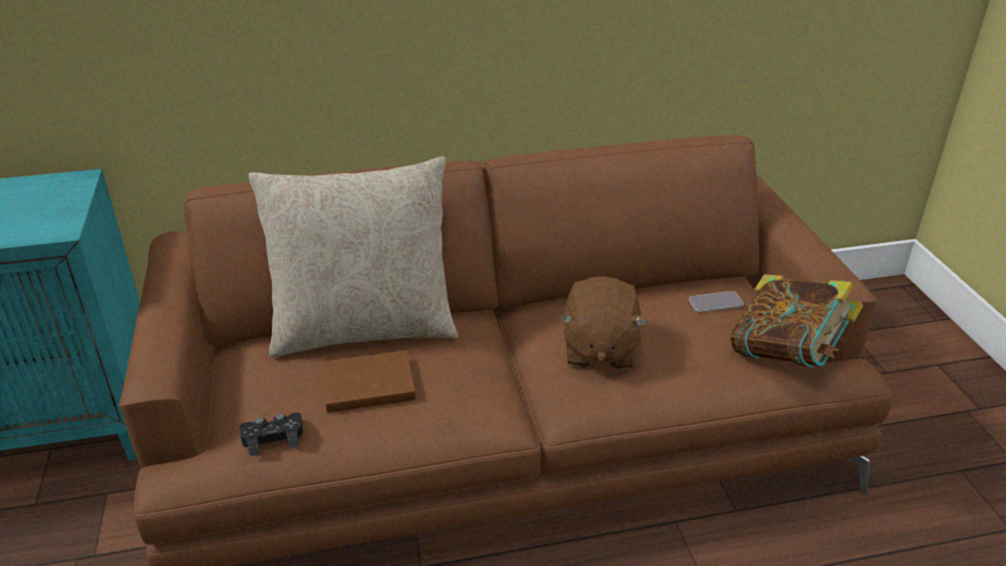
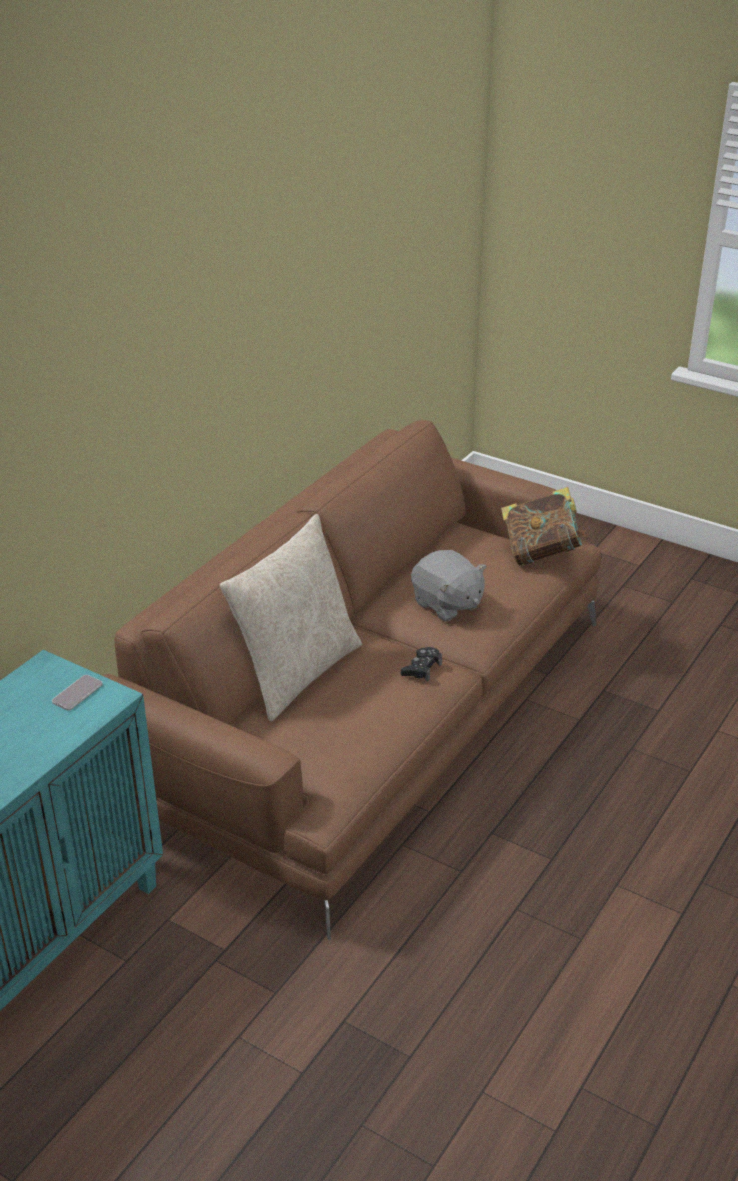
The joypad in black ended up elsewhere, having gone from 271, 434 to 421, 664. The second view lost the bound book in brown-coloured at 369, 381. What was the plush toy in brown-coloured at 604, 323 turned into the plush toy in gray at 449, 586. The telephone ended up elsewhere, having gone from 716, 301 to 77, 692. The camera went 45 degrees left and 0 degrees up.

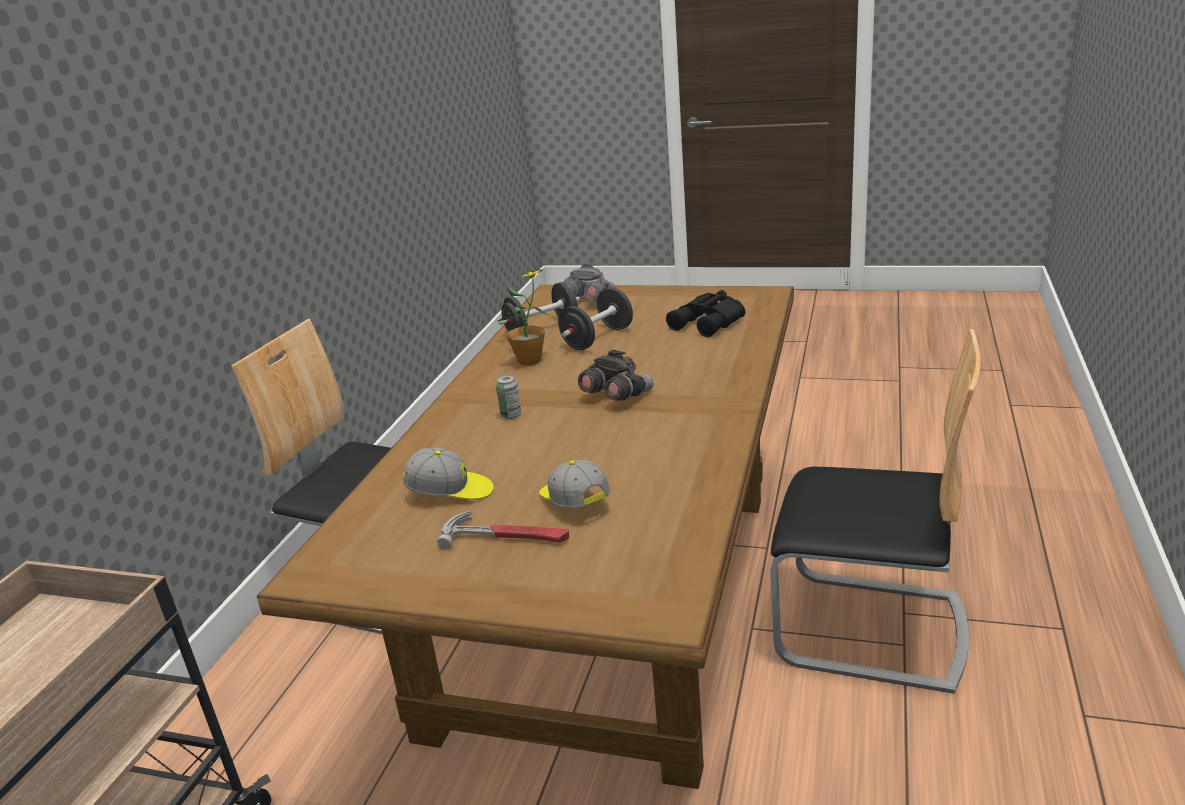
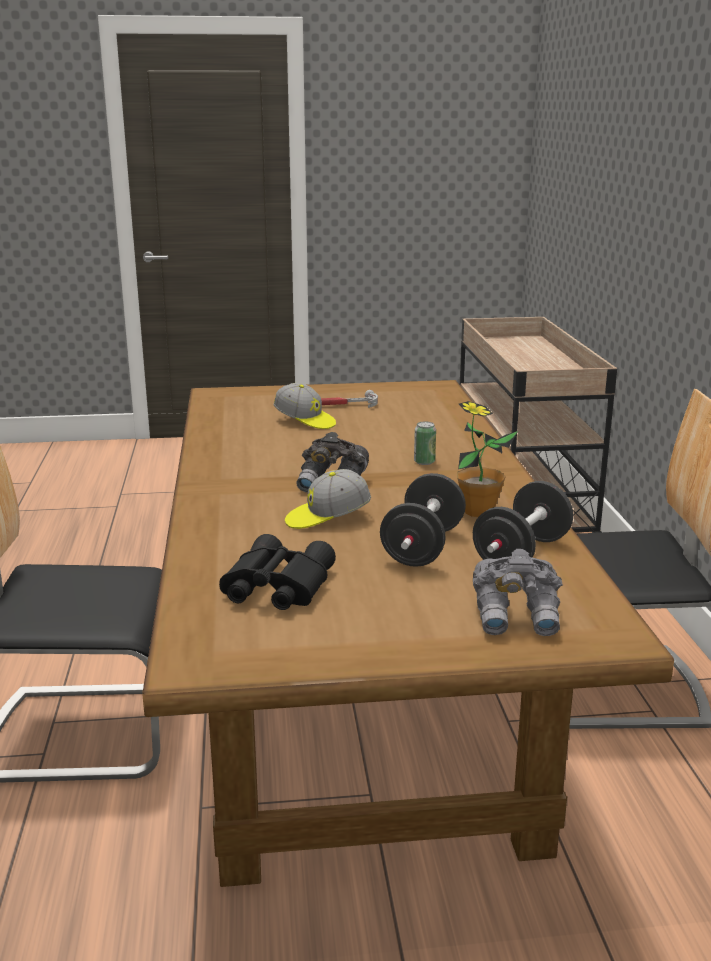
The cap ended up elsewhere, having gone from 448, 474 to 328, 499. The camera went 155 degrees right and 5 degrees down.

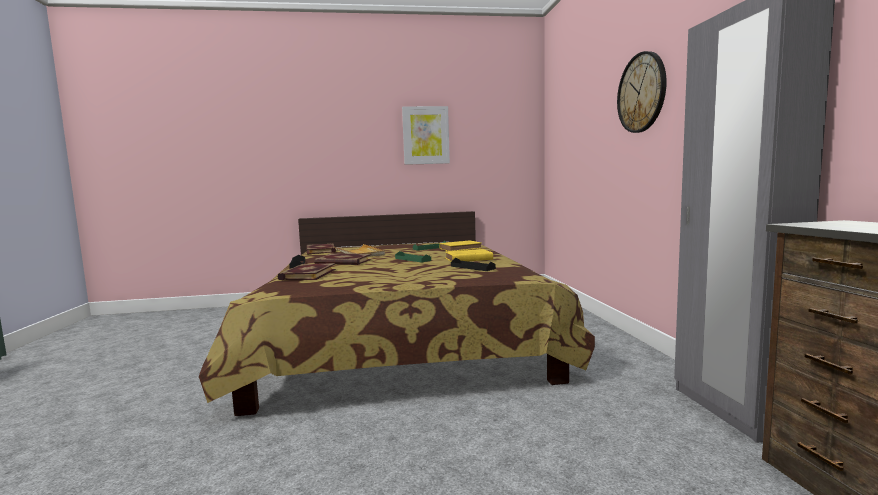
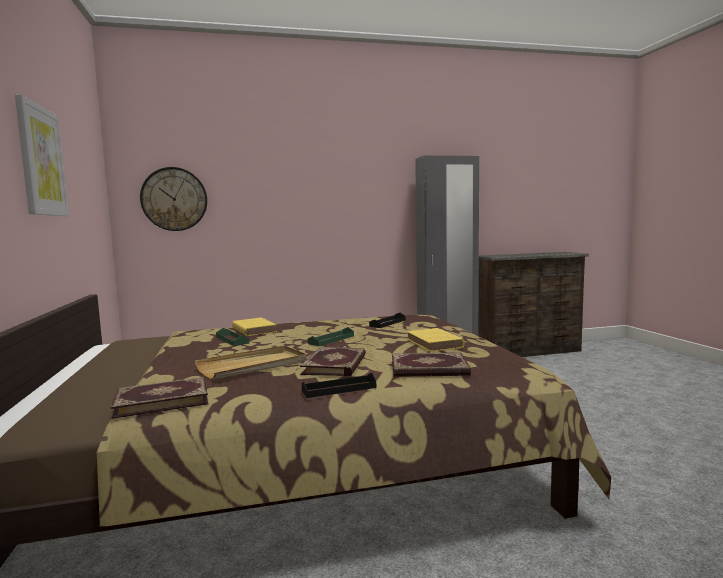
The bound book in yellow ended up elsewhere, having gone from 469, 255 to 436, 340. The wall clock ended up elsewhere, having gone from 642, 92 to 173, 199. The camera went 95 degrees left and 0 degrees up.

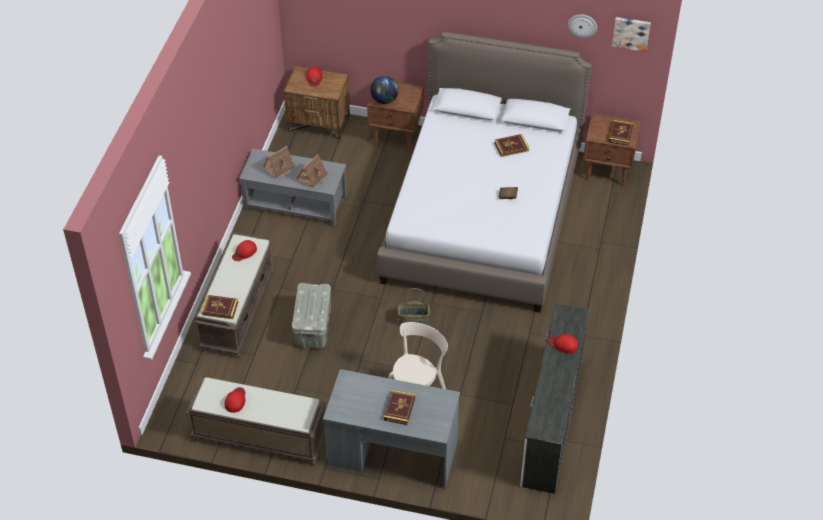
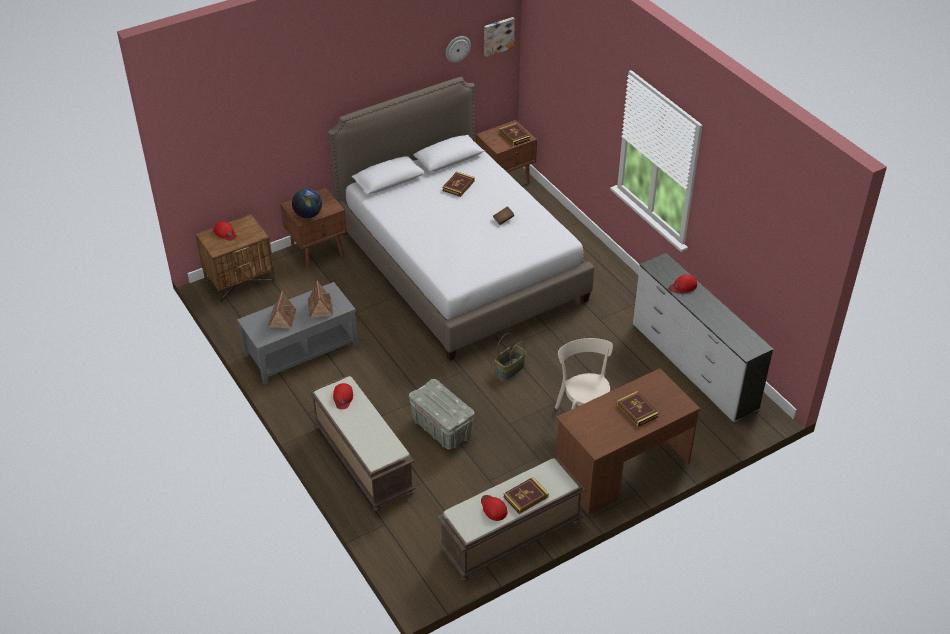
The bound book ended up elsewhere, having gone from 219, 307 to 526, 495. What was the desk unit in gray at 391, 429 turned into the desk unit in brown-coloured at 628, 441. The camera went 45 degrees left and 5 degrees down.

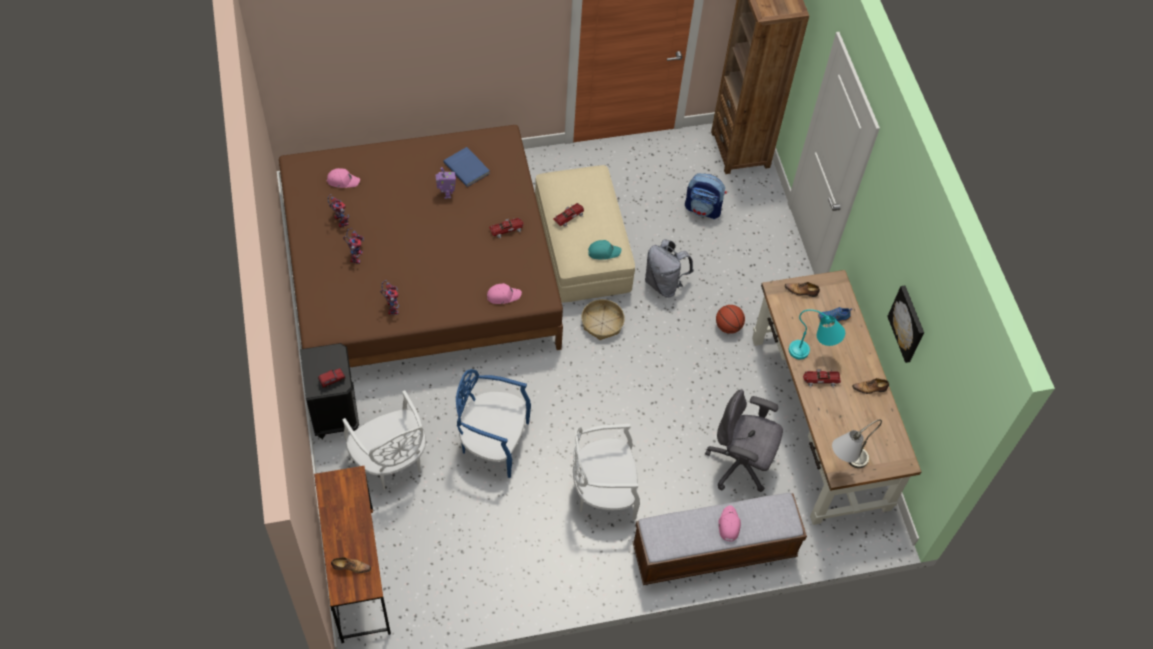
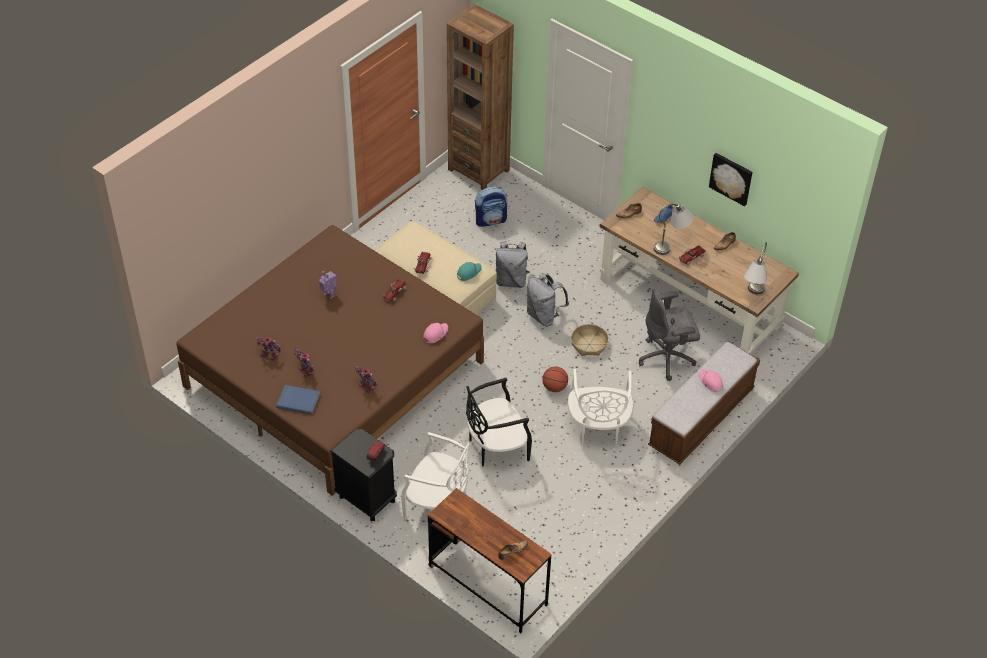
The second view lost the cap in pink at 343, 178. The bound book in blue ended up elsewhere, having gone from 467, 167 to 298, 399. What was the chair in blue at 493, 423 turned into the chair in black at 499, 422. The chair in whitish at 606, 472 ended up facing another way, 45 degrees counterclockwise from before. The household basket ended up elsewhere, having gone from 603, 319 to 590, 340. The basketball ball ended up elsewhere, having gone from 730, 319 to 555, 379. What was the table lamp in blue-green at 817, 334 turned into the table lamp in gray at 673, 229. The second view gained the backpack in gray at 548, 299. The camera went 35 degrees left and 10 degrees down.

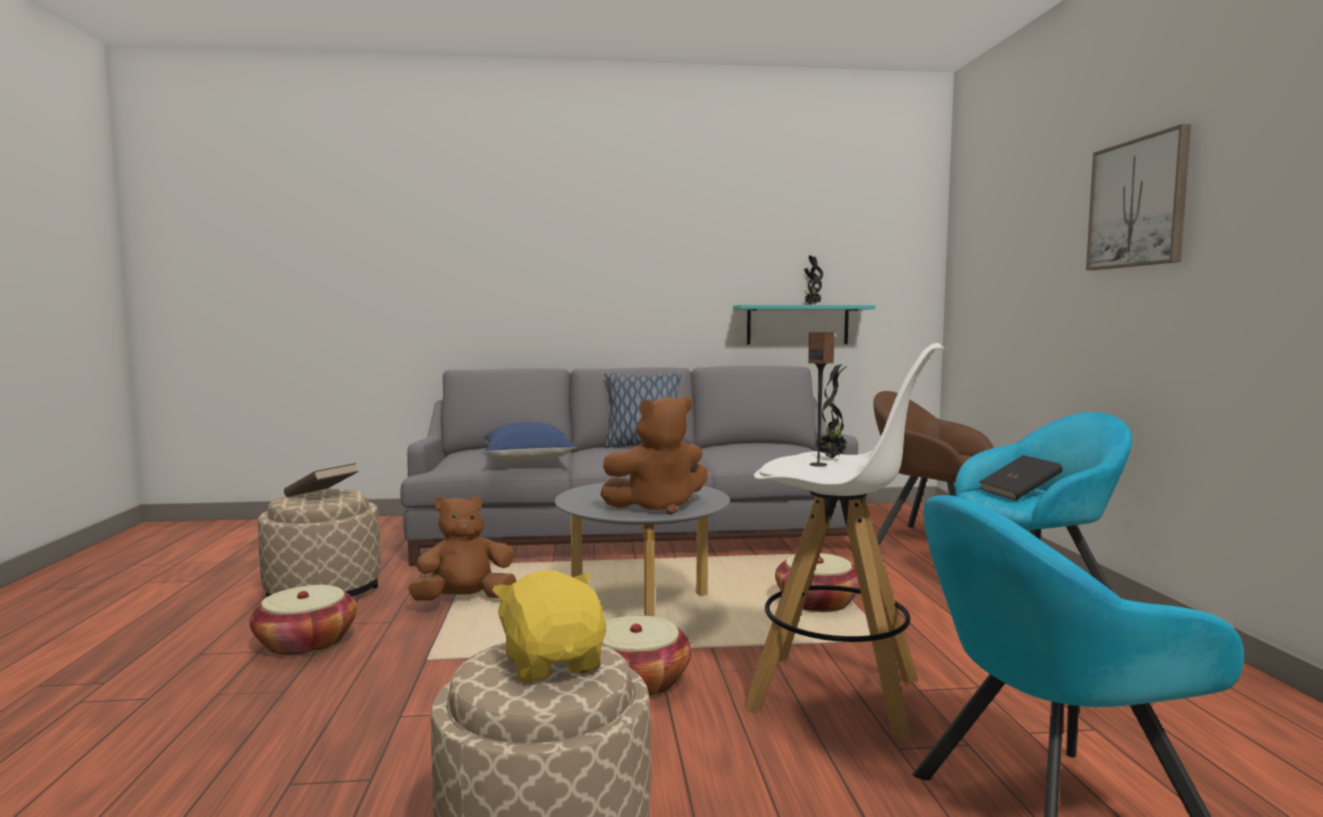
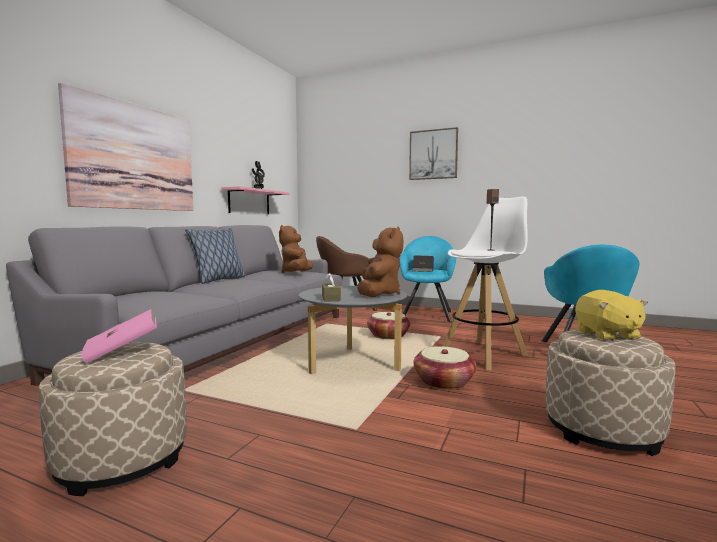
The second view lost the household basket at 303, 620. What was the bound book in brown-coloured at 321, 480 turned into the bound book in pink at 118, 336. The plush toy in brown-coloured ended up elsewhere, having gone from 462, 548 to 296, 249. The second view lost the cushion in blue at 529, 442. The plush toy in yellow at 549, 627 ended up facing another way, 105 degrees counterclockwise from before. What was the bracket shelf in blue-green at 804, 325 turned into the bracket shelf in pink at 255, 200. The second view lost the potted plant at 831, 411. The second view gained the wall art at 125, 147. The second view gained the tissue box in brown-coloured at 331, 287. The camera went 60 degrees left and 0 degrees up.

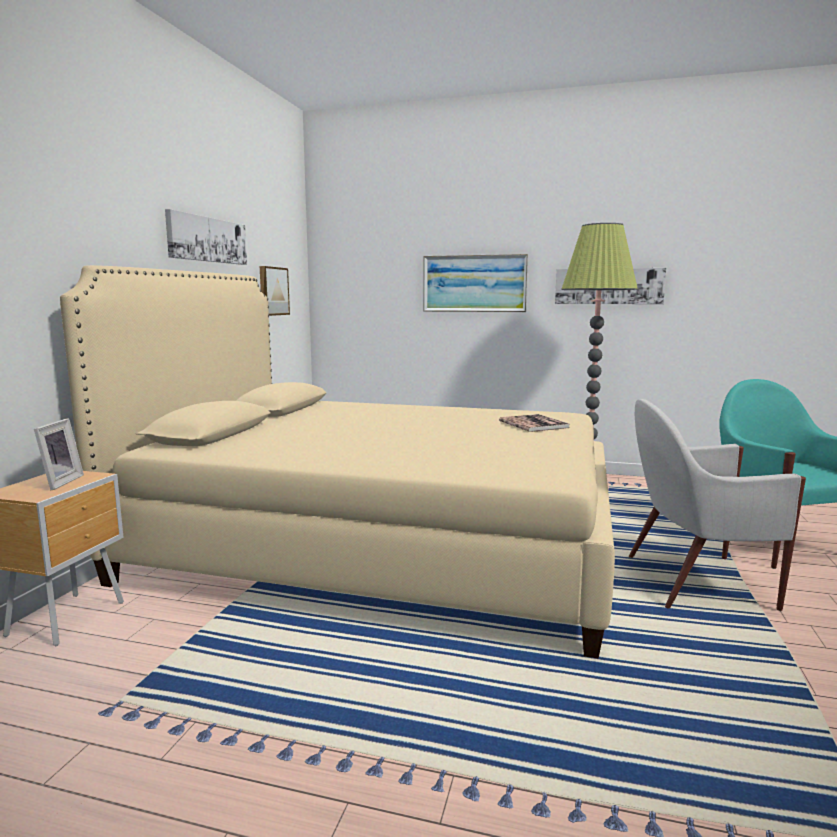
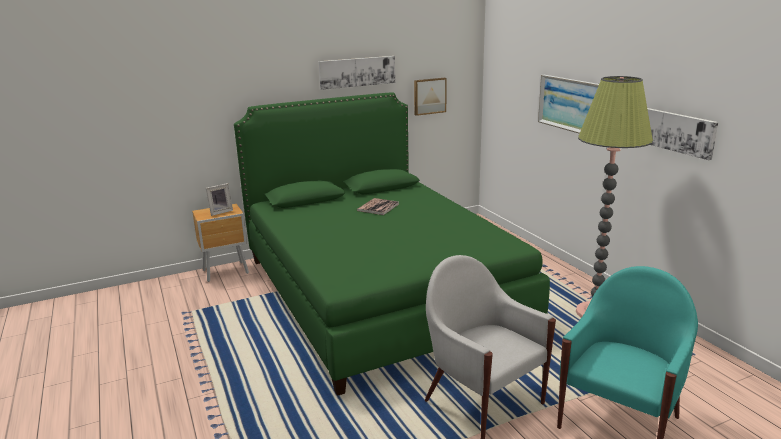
What was the bed in sand-coloured at 337, 461 turned into the bed in greenish at 392, 244. The bound book ended up elsewhere, having gone from 534, 423 to 378, 206. The camera went 50 degrees right and 10 degrees up.

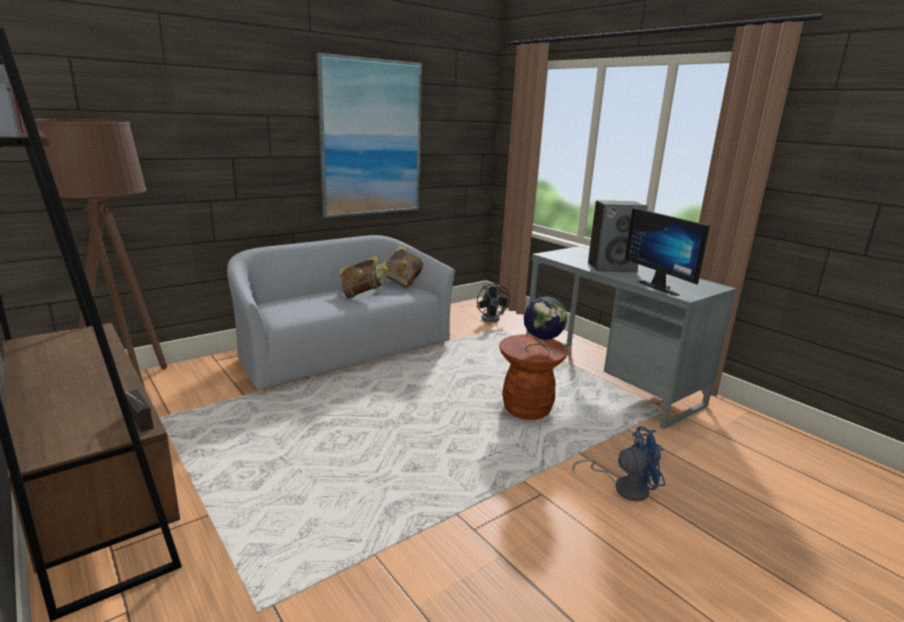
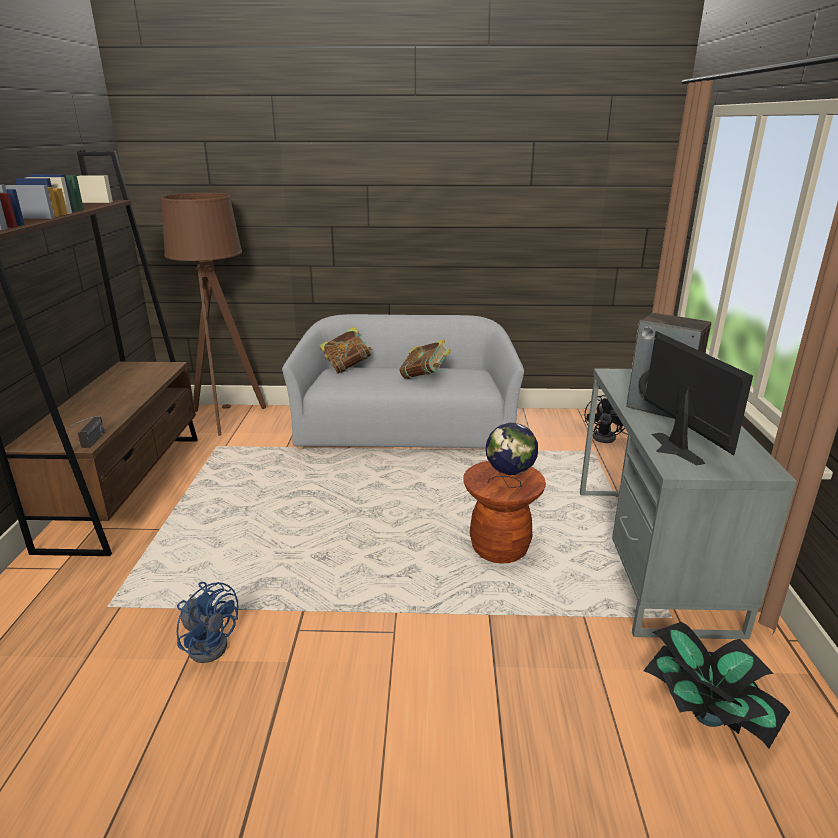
The second view lost the wall art at 369, 135. The bound book ended up elsewhere, having gone from 402, 266 to 346, 349. The cooling fan in blue ended up elsewhere, having gone from 618, 464 to 207, 622. The monitor at 667, 251 ended up facing another way, 150 degrees clockwise from before. The second view gained the potted plant at 716, 685. The camera went 40 degrees right and 5 degrees up.

